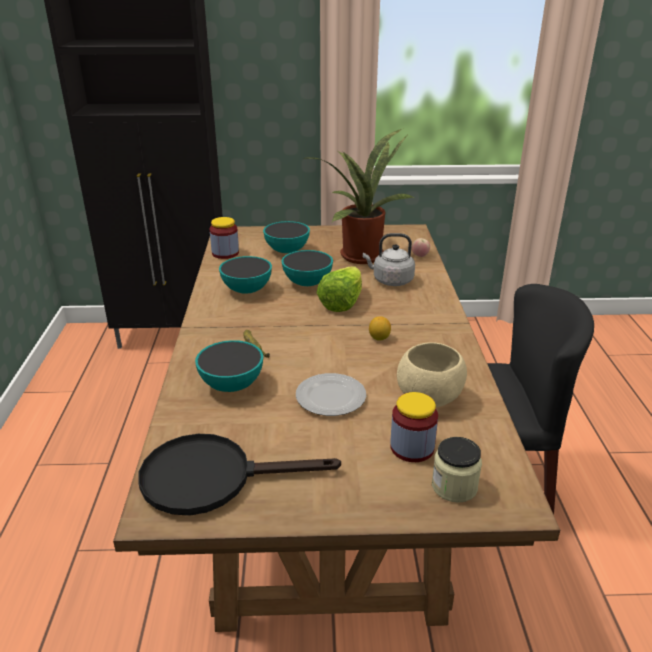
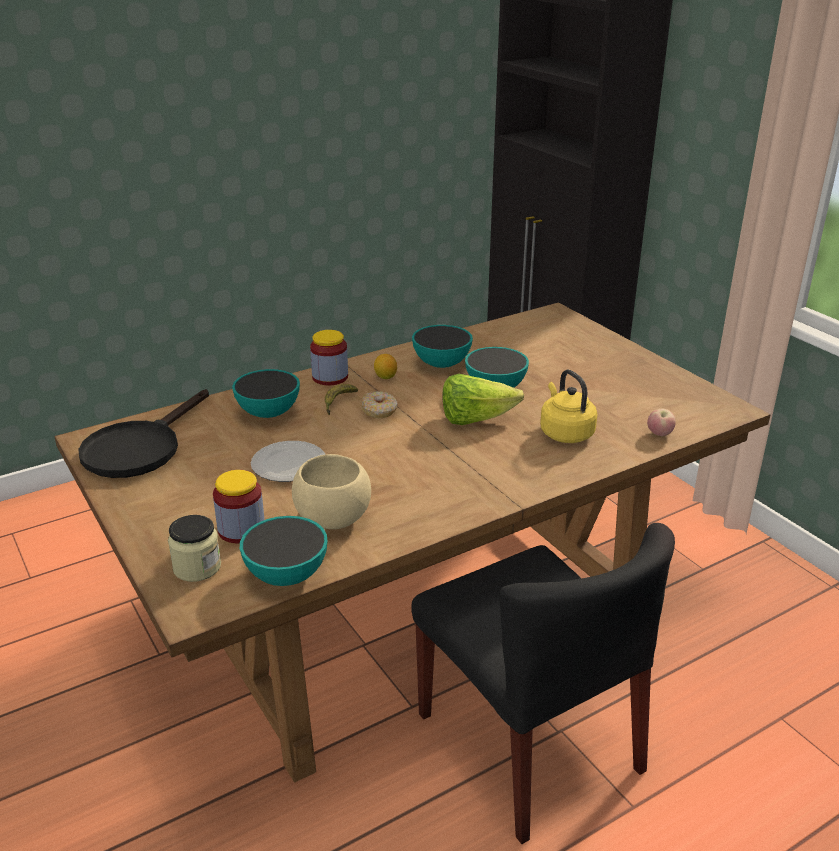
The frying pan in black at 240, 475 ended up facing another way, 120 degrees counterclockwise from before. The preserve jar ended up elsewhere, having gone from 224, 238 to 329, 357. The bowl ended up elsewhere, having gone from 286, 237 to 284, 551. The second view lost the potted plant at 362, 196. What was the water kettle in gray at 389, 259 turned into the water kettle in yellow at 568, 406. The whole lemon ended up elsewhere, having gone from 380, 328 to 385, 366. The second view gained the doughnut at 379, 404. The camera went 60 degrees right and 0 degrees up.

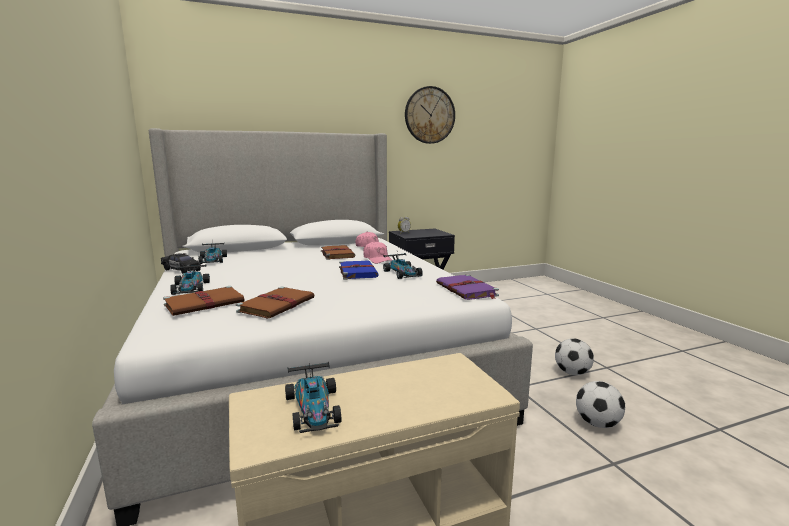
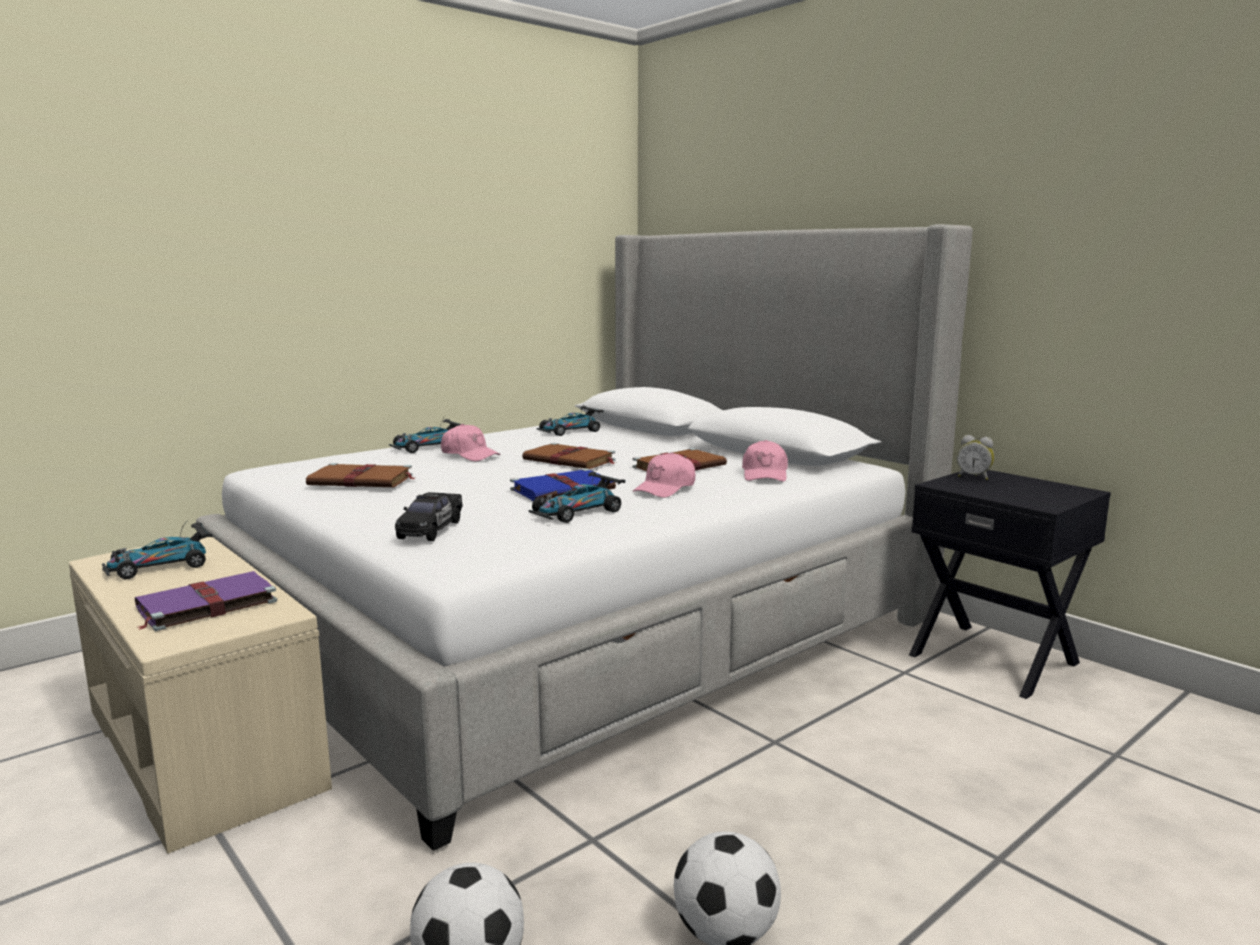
The miniature car in black ended up elsewhere, having gone from 181, 263 to 429, 516. The bound book in brown-coloured ended up elsewhere, having gone from 203, 301 to 569, 456. The second view lost the wall clock at 430, 115. The bound book in purple-coloured ended up elsewhere, having gone from 467, 287 to 206, 601. The second view gained the cap in pink at 470, 442. The camera went 70 degrees right and 0 degrees up.

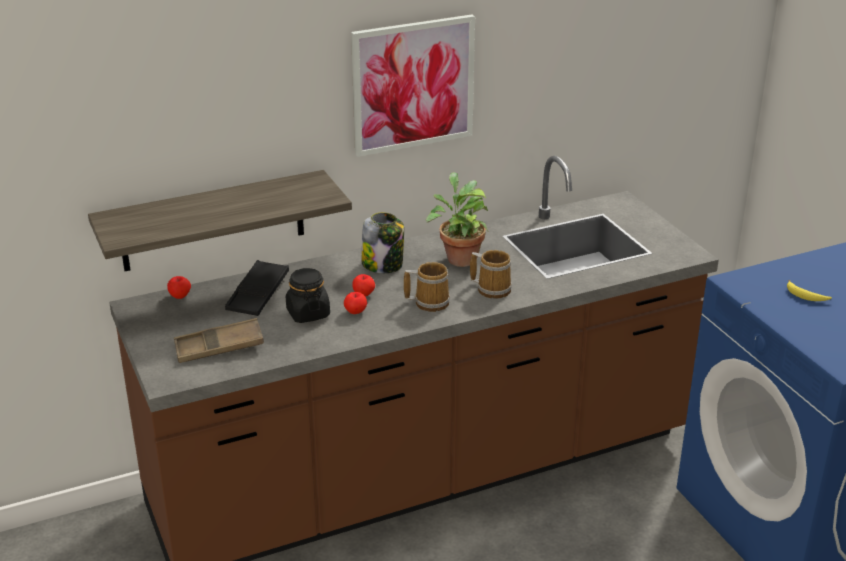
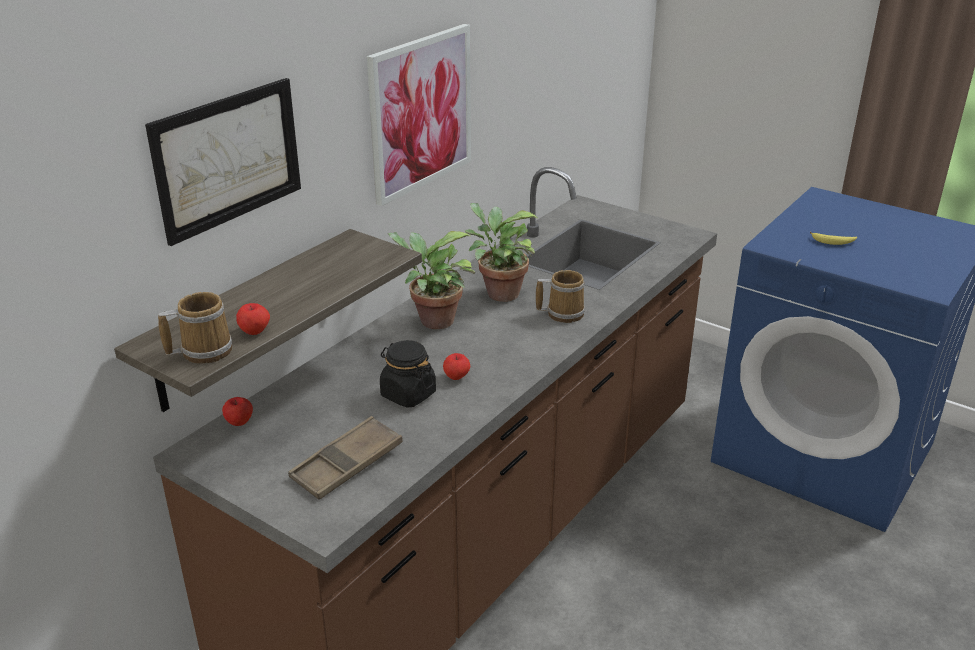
The second view lost the serving tray in black at 257, 288. The whole apple ended up elsewhere, having gone from 363, 285 to 253, 319. Where the preserve jar stood at 383, 242, the potted plant came to stand at 431, 280. The coffee mug ended up elsewhere, having gone from 427, 287 to 195, 328. The second view gained the wall art at 223, 162. The camera went 30 degrees left and 0 degrees up.

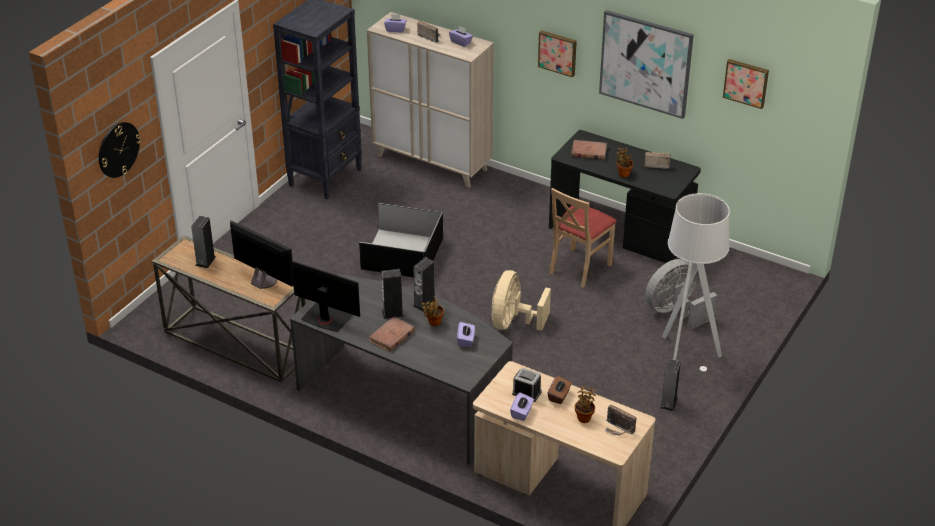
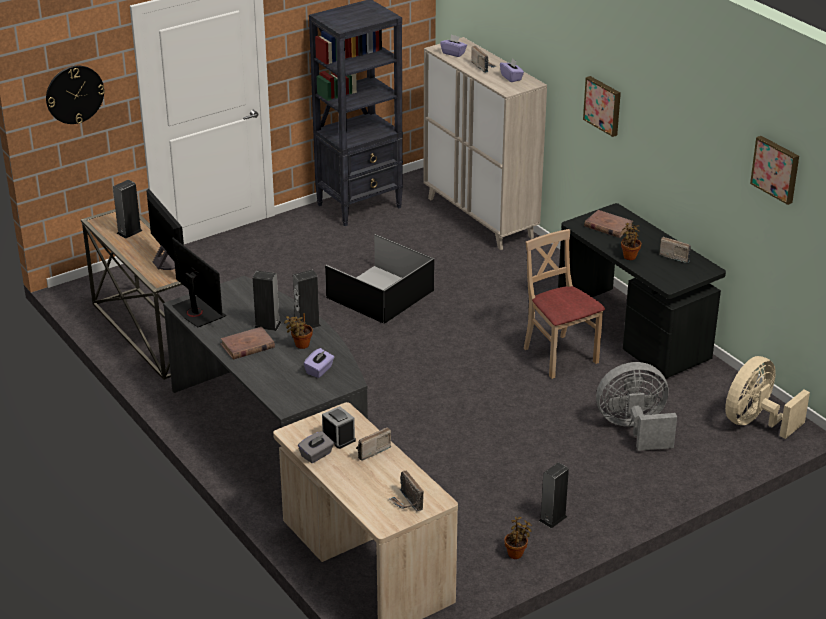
The cooling fan in sand-coloured ended up elsewhere, having gone from 521, 300 to 767, 397. What was the tissue box in purple-coloured at 522, 406 turned into the tissue box in gray at 316, 447. Where the tissue box in brown-coloured stood at 559, 390, the radio set came to stand at 374, 444. The chair in sand-coloured at 583, 238 ended up facing another way, 90 degrees clockwise from before. The potted plant ended up elsewhere, having gone from 585, 404 to 518, 537. The second view lost the wall art at 646, 64. The second view lost the floor lamp in gray at 696, 282. The camera went 25 degrees right and 5 degrees down.

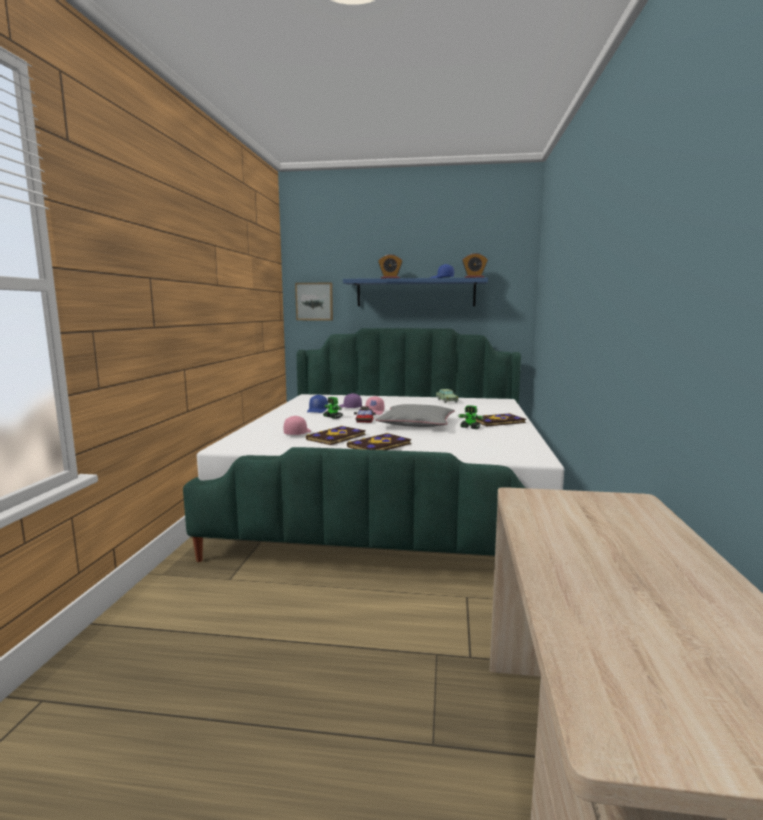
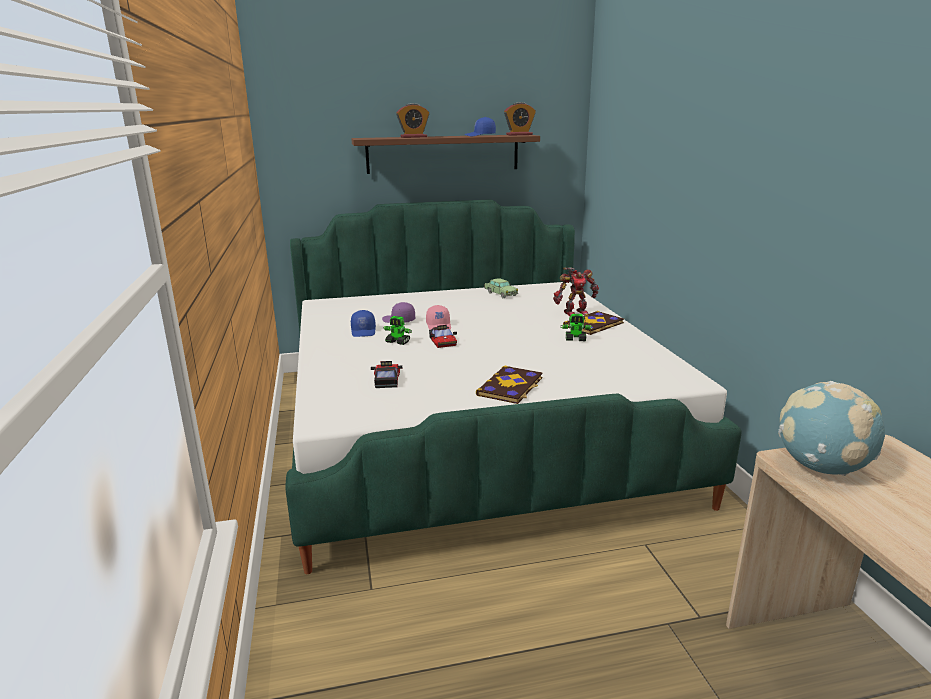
Where the cap in pink stood at 297, 425, the miniature car came to stand at 386, 374. The second view lost the wall art at 314, 301. The second view lost the bound book at 336, 435. What was the bracket shelf in blue at 415, 292 turned into the bracket shelf in brown-coloured at 445, 154. The second view lost the cushion in gray at 415, 415. The second view gained the model robot at 576, 291. The second view gained the desk globe at 831, 428. The camera went 20 degrees left and 10 degrees up.

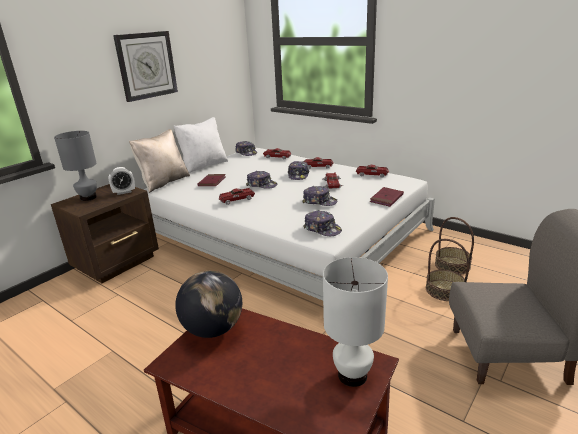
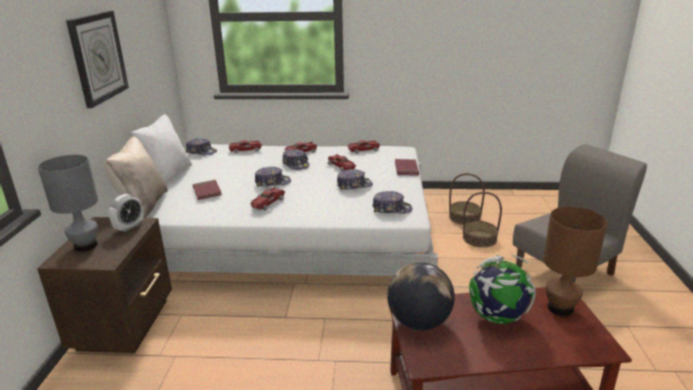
What was the table lamp in whitish at 355, 322 turned into the table lamp in brown-coloured at 575, 261. The second view gained the desk globe at 502, 289. The camera went 35 degrees left and 0 degrees up.

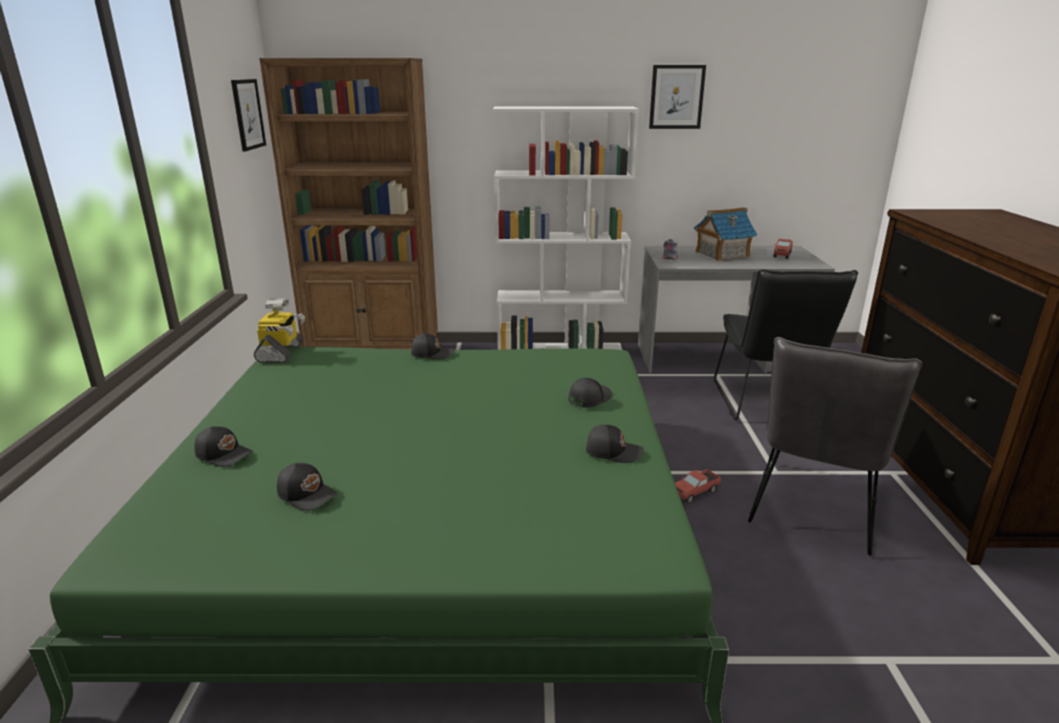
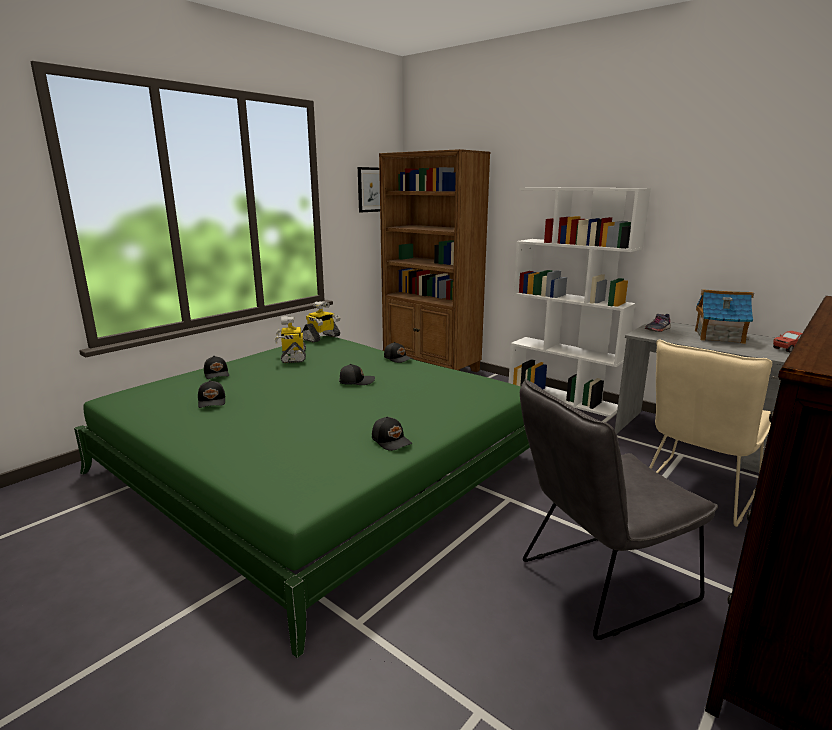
The cap in black ended up elsewhere, having gone from 590, 393 to 357, 374. The second view lost the wall art at 677, 97. The second view lost the toy lorry at 698, 486. What was the chair in black at 786, 345 turned into the chair in sand-coloured at 710, 433. The second view gained the model robot at 290, 339. The camera went 40 degrees right and 5 degrees down.

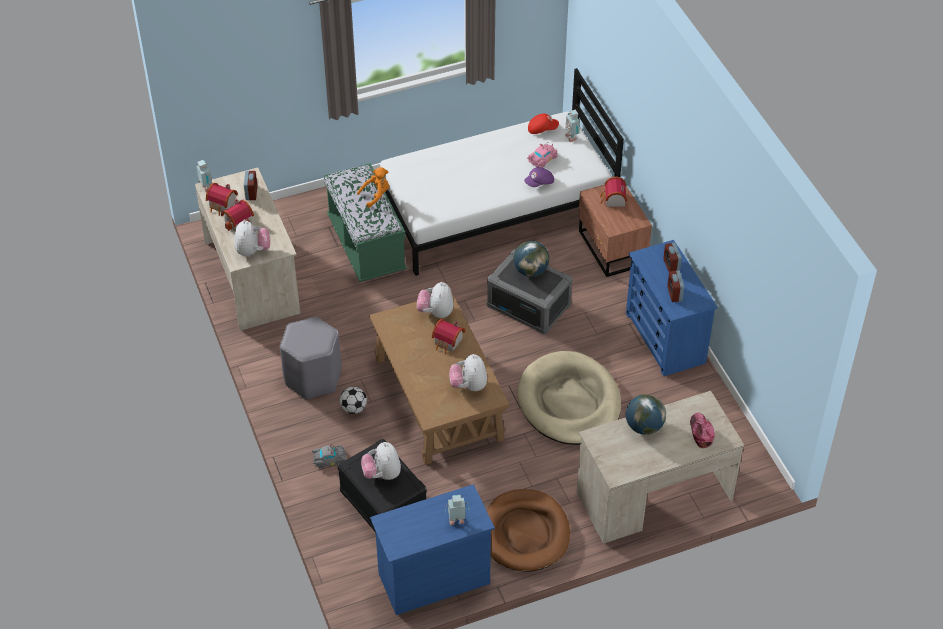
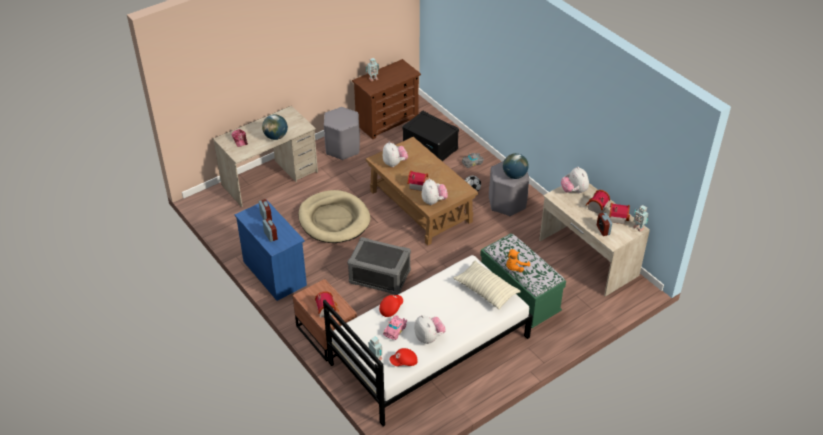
The plush toy ended up elsewhere, having gone from 381, 461 to 430, 329. What was the drawer chest in blue at 432, 549 turned into the drawer chest in brown-coloured at 386, 99. Where the pet bed in brown-coloured stood at 528, 530, the stool in gray came to stand at 342, 133. The desk globe ended up elsewhere, having gone from 531, 259 to 516, 166. What was the cap in purple-coloured at 539, 177 turned into the cap in red at 391, 306. The second view gained the cushion at 487, 285. The camera went 165 degrees right and 5 degrees down.

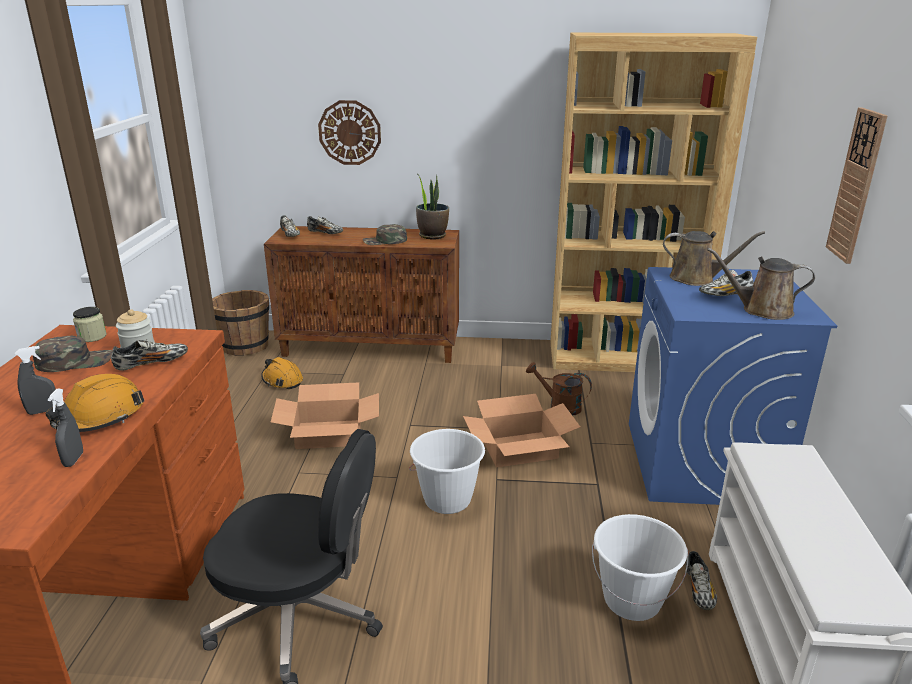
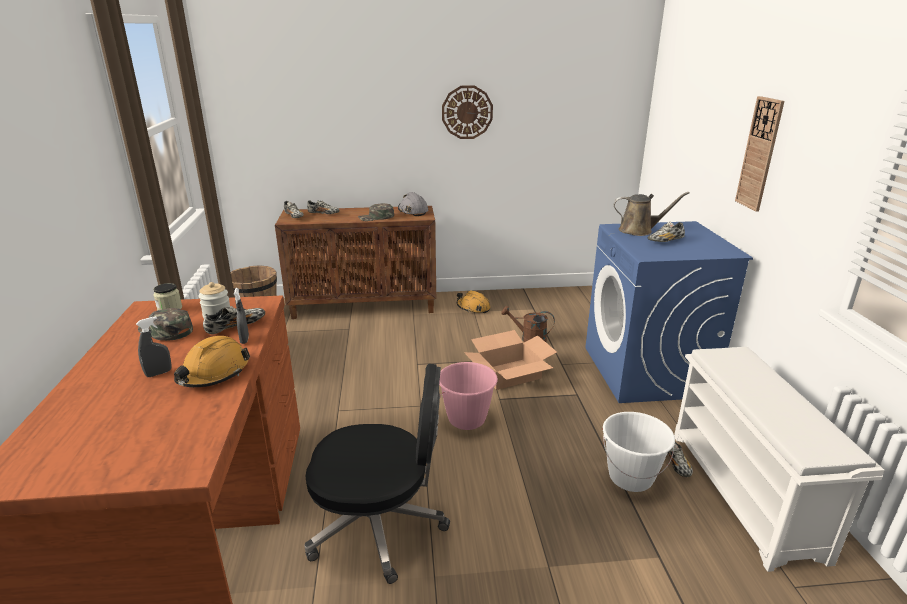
The cap in greenish at 72, 354 ended up facing another way, 120 degrees counterclockwise from before. The sprayer in gray ended up elsewhere, having gone from 65, 428 to 241, 316. The work helmet in orange ended up elsewhere, having gone from 282, 373 to 474, 301. The second view lost the cardboard box at 325, 415. The wall clock ended up elsewhere, having gone from 349, 132 to 467, 112. What was the water bucket in whitish at 447, 471 turned into the water bucket in pink at 468, 396. Where the potted plant stood at 432, 207, the work helmet in gray came to stand at 413, 204. The second view lost the bookshelf in brown-coloured at 653, 202. The second view lost the watering can in brown-coloured at 761, 284. The camera went 10 degrees left and 0 degrees up.

